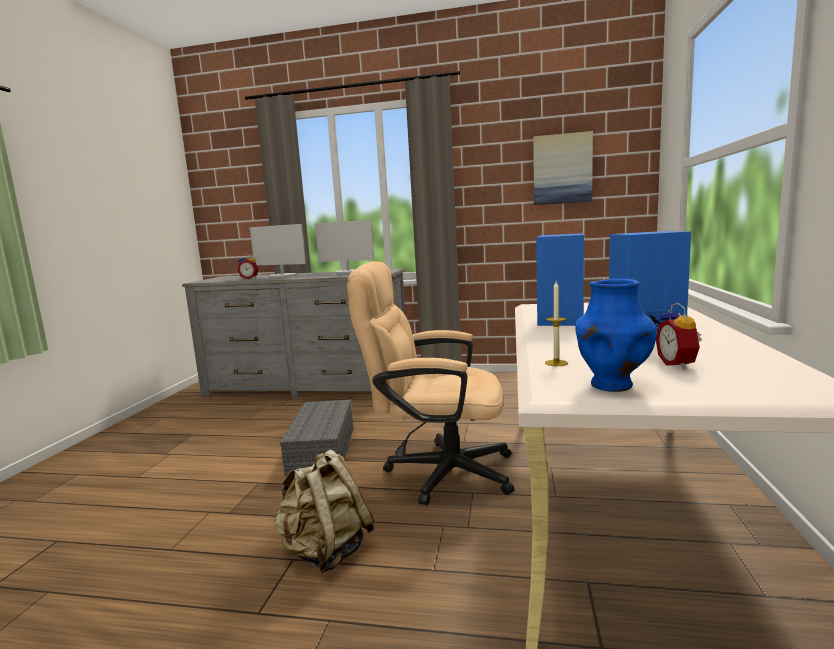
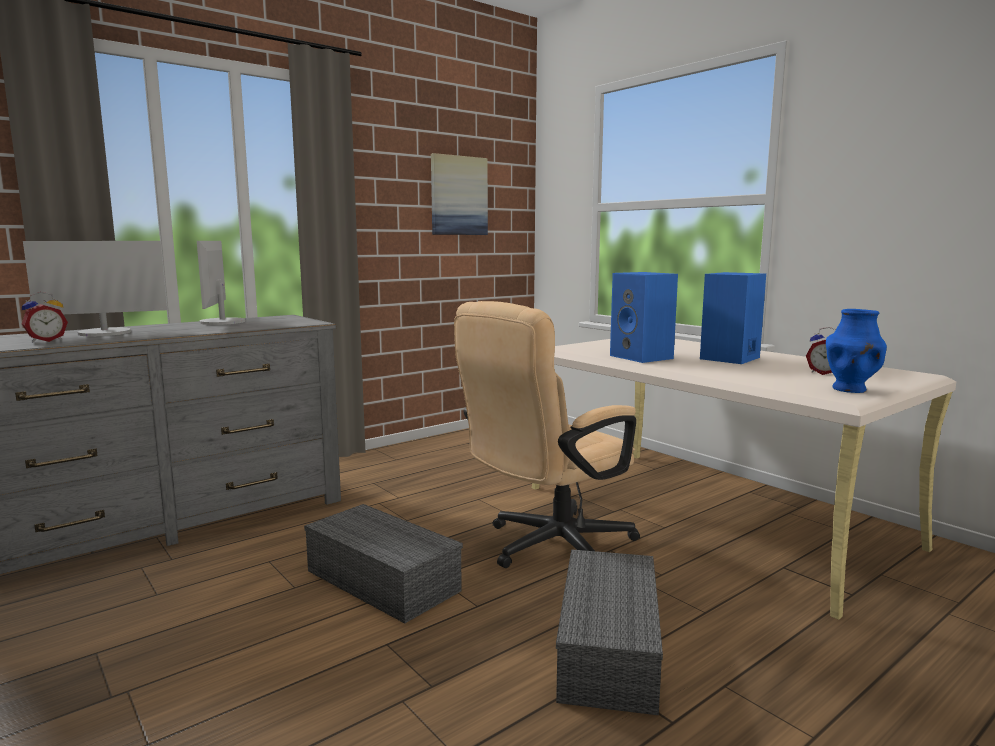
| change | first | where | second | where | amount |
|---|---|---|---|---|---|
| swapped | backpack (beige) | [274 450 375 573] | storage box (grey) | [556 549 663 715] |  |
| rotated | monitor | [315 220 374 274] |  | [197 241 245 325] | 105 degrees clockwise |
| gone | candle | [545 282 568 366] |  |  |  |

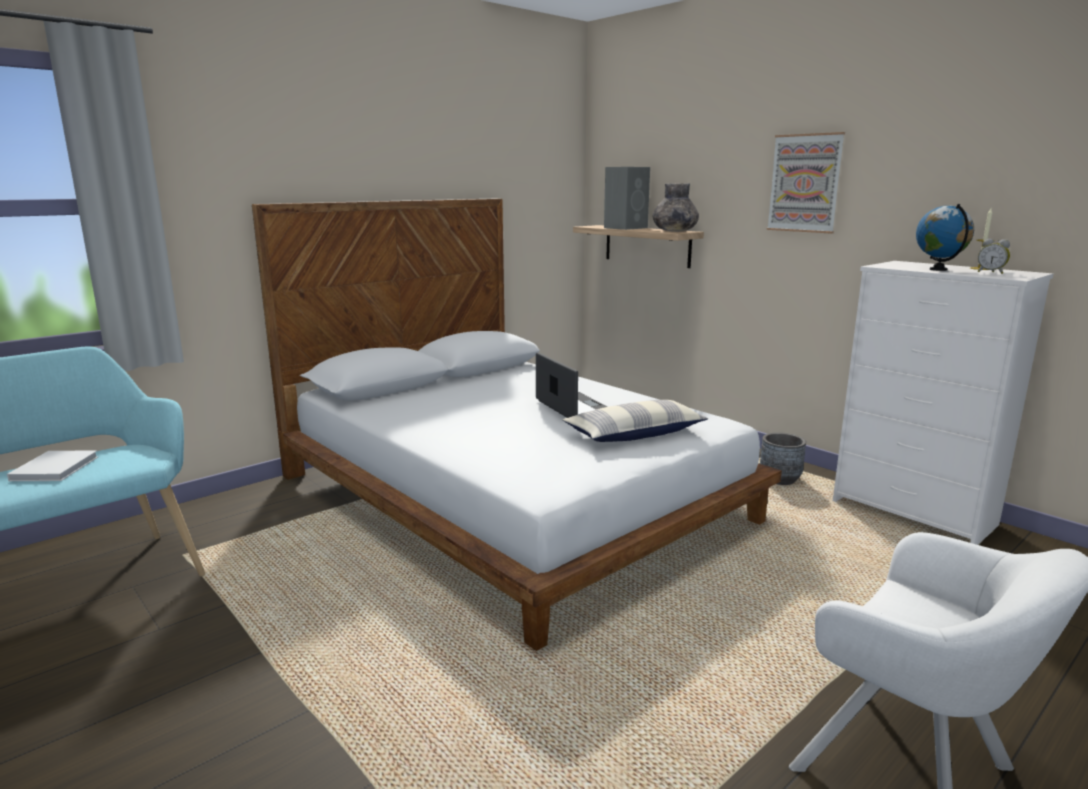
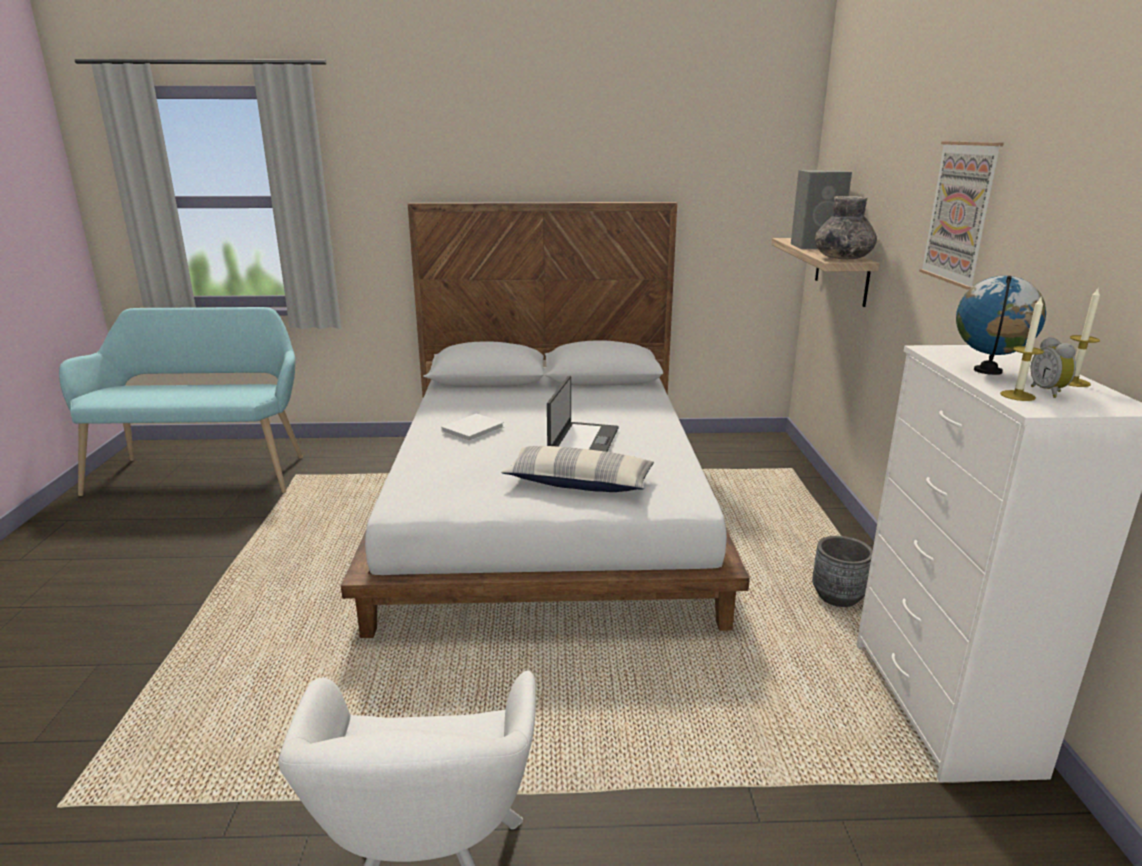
| change | first | where | second | where | amount |
|---|---|---|---|---|---|
| shifted | book (white) | [7 451 98 481] |  | [441 414 504 442] |  |
| new |  |  | candle | [1000 297 1044 401] |  |

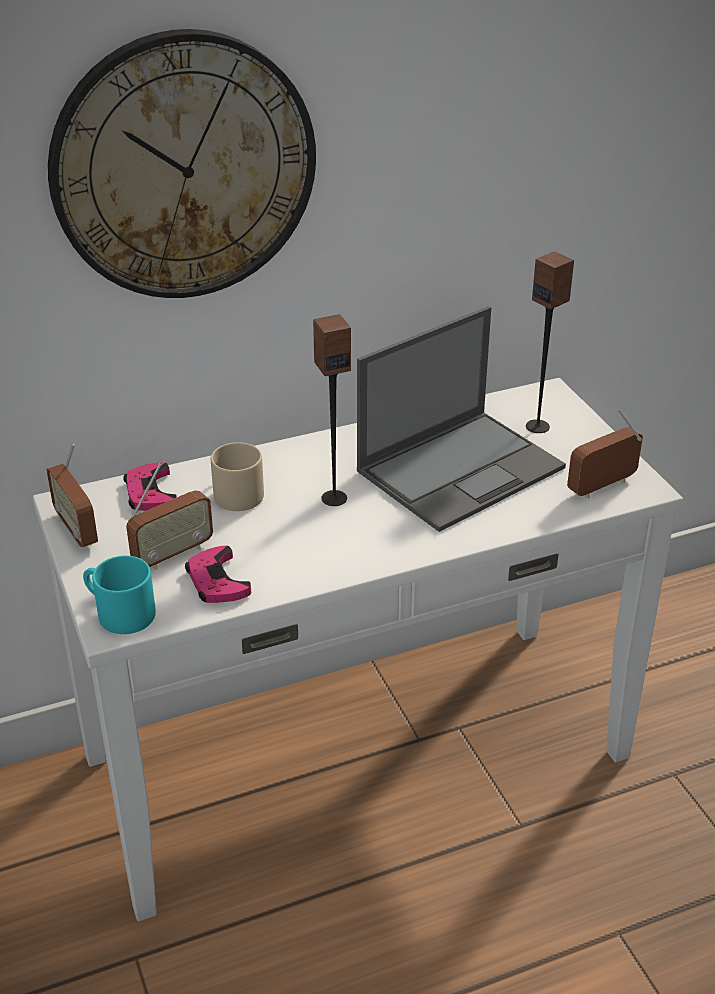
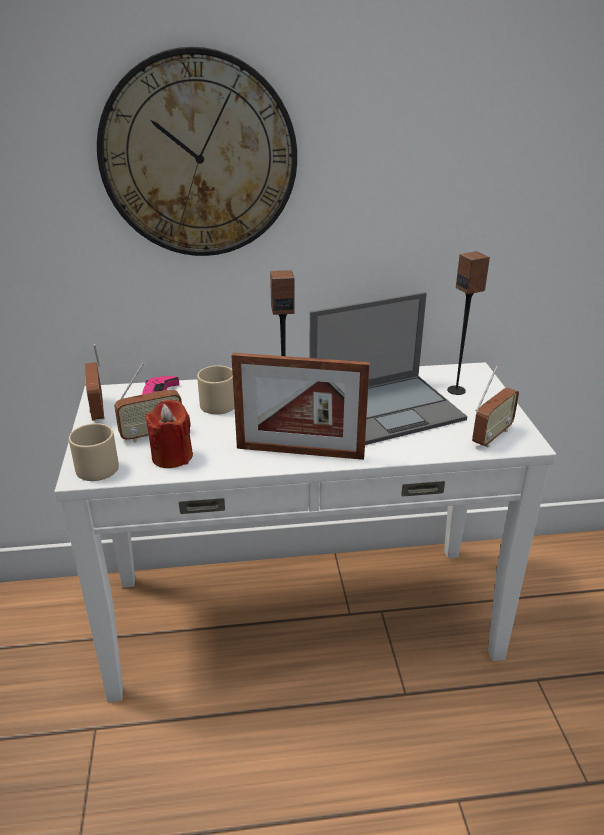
| change | first | where | second | where | amount |
|---|---|---|---|---|---|
| repainted | mug (turquoise) | [83 556 156 634] | mug (beige) | [69 423 119 481] |  |
| swapped | game controller (pink) | [185 546 251 603] | candle (red) | [145 399 193 468] |  |
| rotated | radio | [567 409 643 499] |  | [472 365 519 447] | 150 degrees clockwise |
| new |  |  | picture frame | [231 353 370 460] |  |

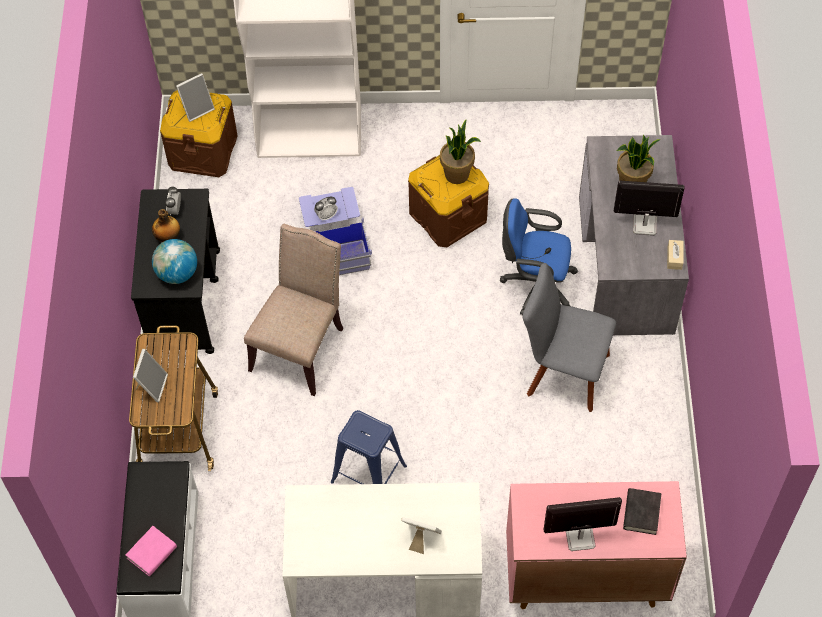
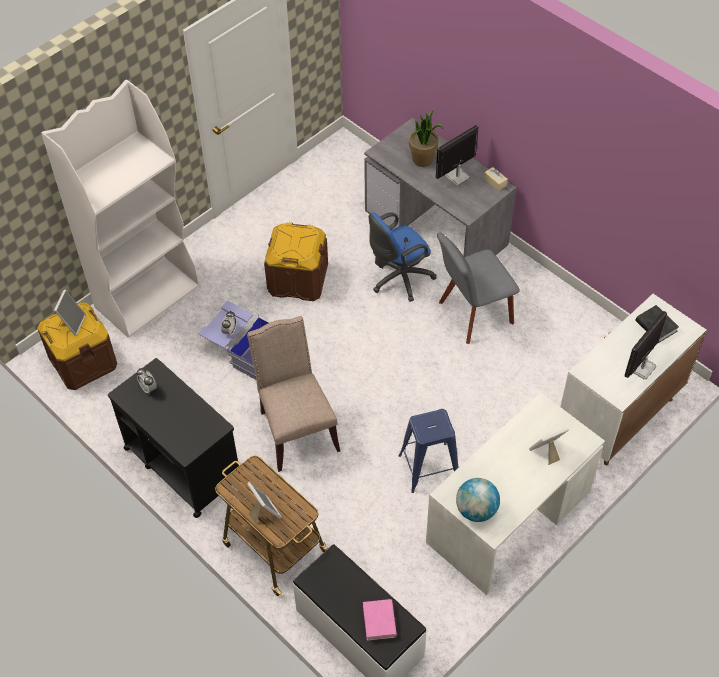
| change | first | where | second | where | amount |
|---|---|---|---|---|---|
| gone | bottle | [152 209 180 242] |  |  |  |
| shifted | globe | [152 239 197 284] |  | [456 478 500 522] |  |
| gone | potted plant | [440 119 481 184] |  |  |  |
| repainted | cabinet (pink) | [506 481 687 609] | cabinet (white) | [560 294 707 465] |  |

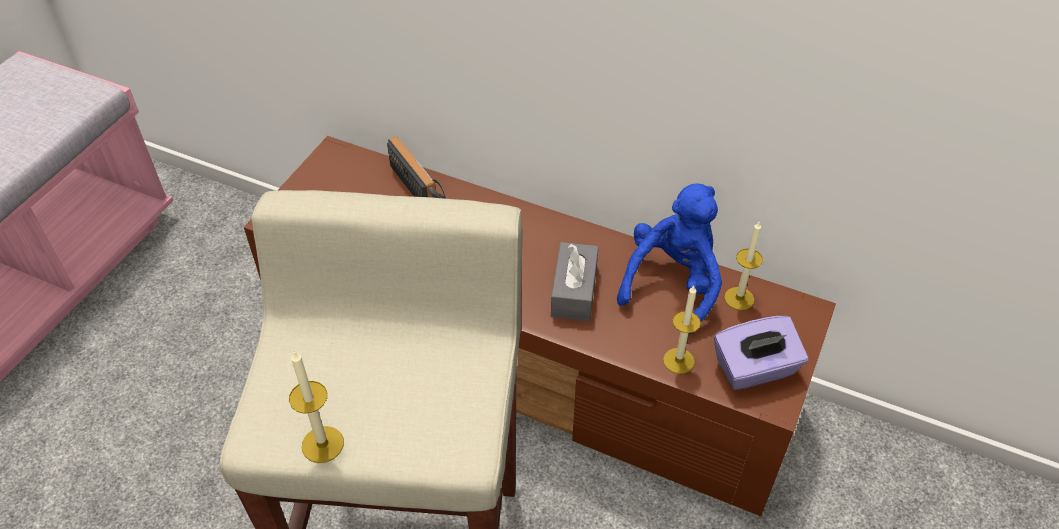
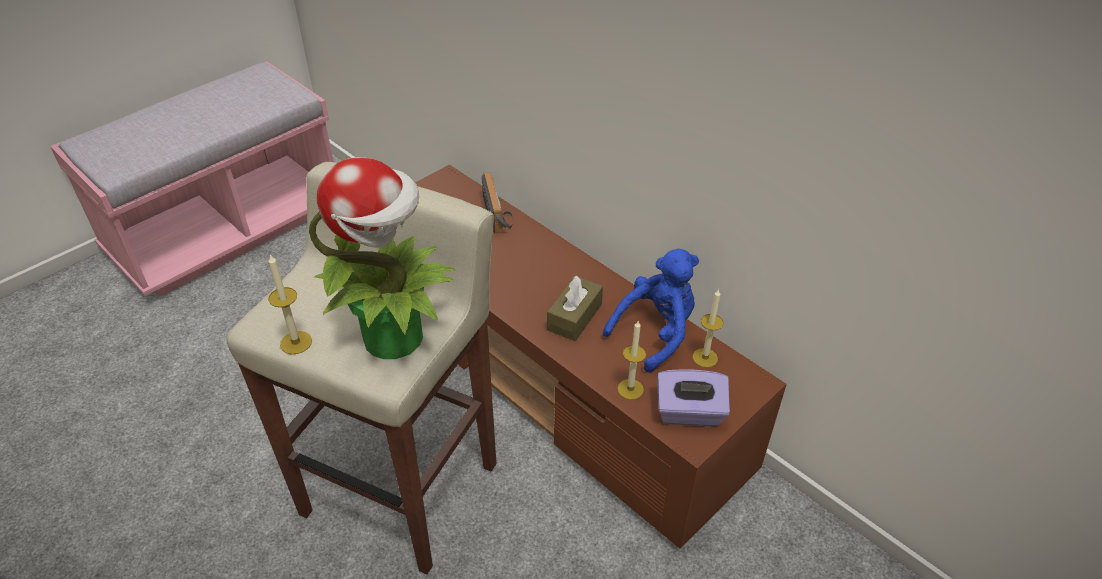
| change | first | where | second | where | amount |
|---|---|---|---|---|---|
| repainted | tissue box (grey) | [551 242 599 321] | tissue box (brown) | [547 276 603 341] |  |
| new |  |  | potted plant | [309 157 455 359] |  |

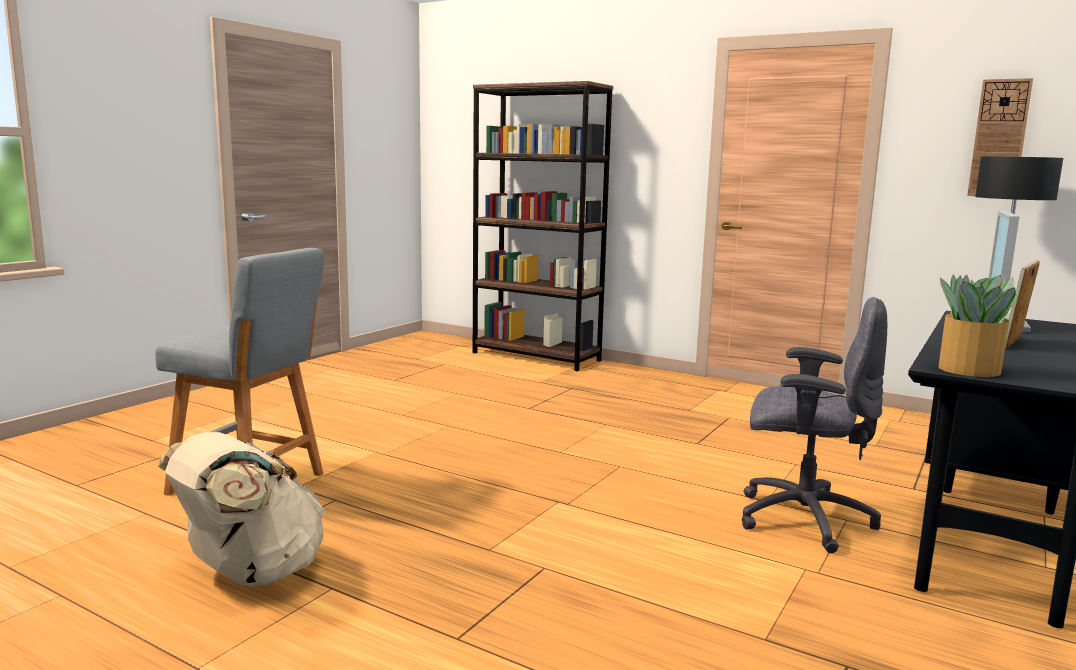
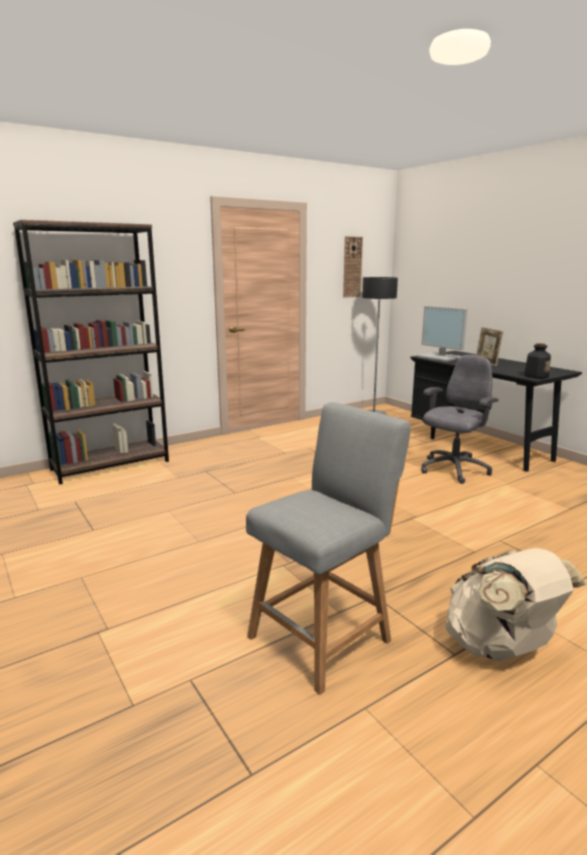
| change | first | where | second | where | amount |
|---|---|---|---|---|---|
| swapped | potted plant | [938 274 1017 377] | bottle | [524 343 551 378] |  |

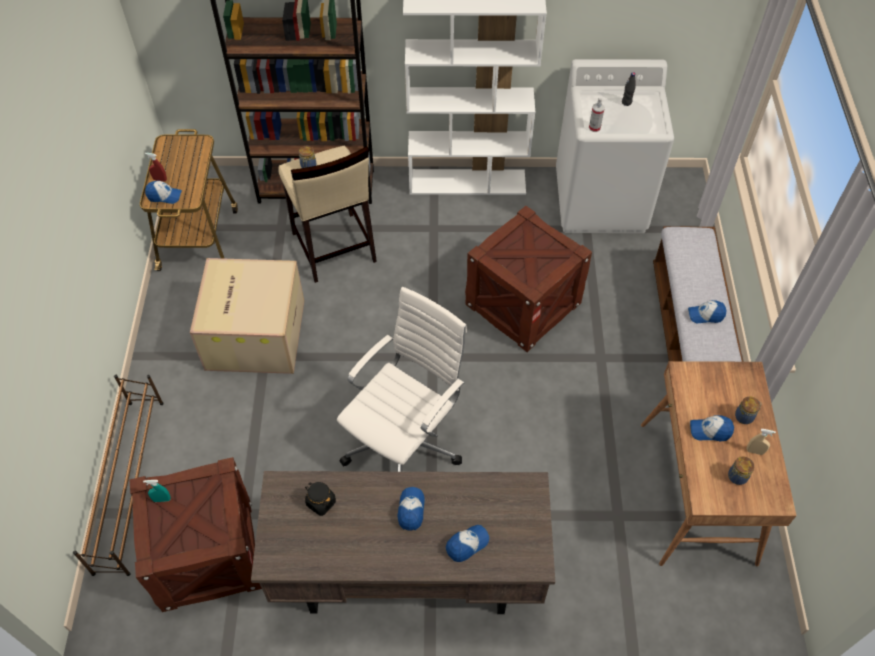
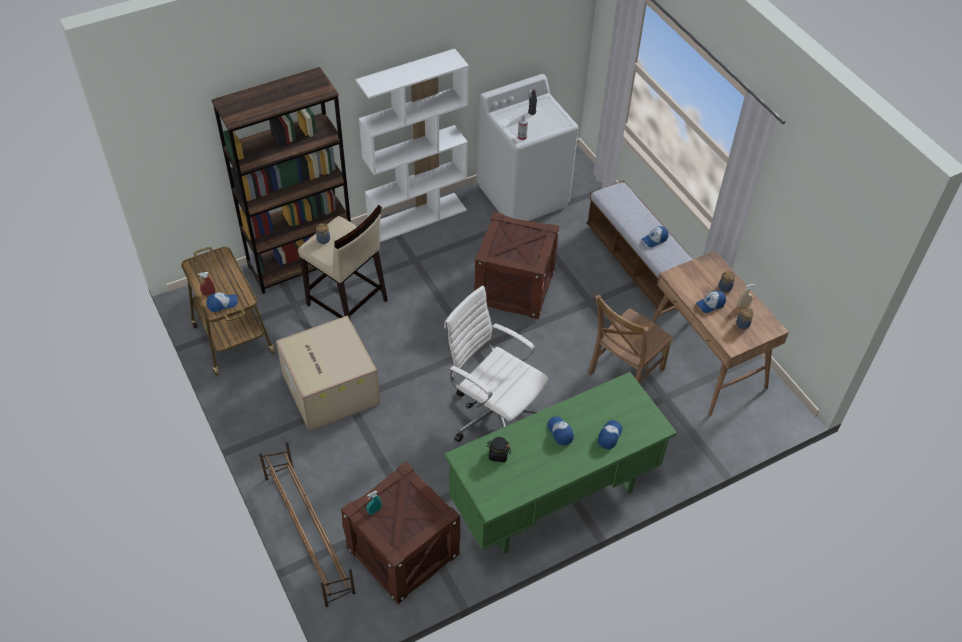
| change | first | where | second | where | amount |
|---|---|---|---|---|---|
| repainted | desk (brown) | [251 471 555 614] | desk (green) | [445 372 677 553] |  |
| rotated | office chair (white) | [337 287 467 472] |  | [444 286 549 442] | 60 degrees counterclockwise |
| new |  |  | chair (brown) | [588 295 674 383] |  |

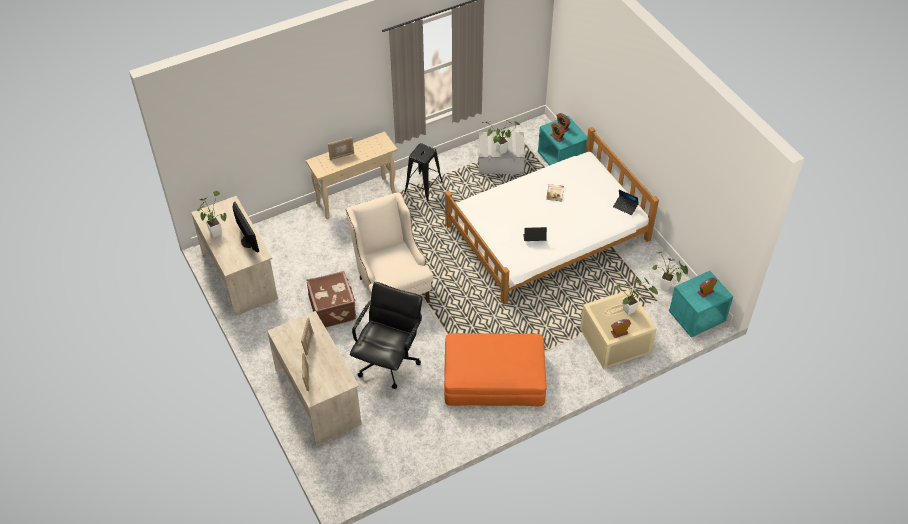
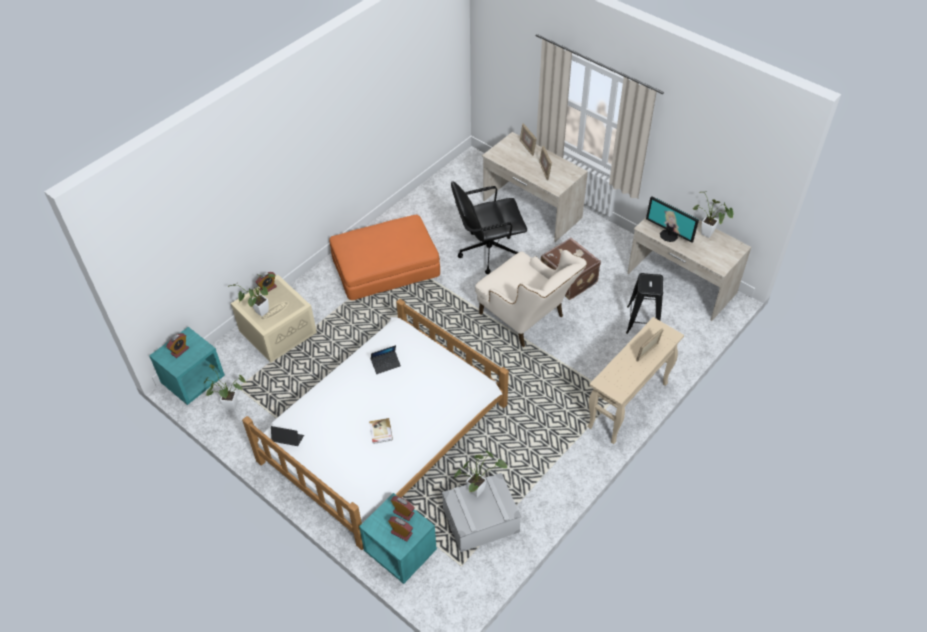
| change | first | where | second | where | amount |
|---|---|---|---|---|---|
| rotated | office chair (black) | [350 282 422 389] |  | [451 181 527 274] | 75 degrees clockwise |
| shifted | stool (black) | [404 143 443 201] |  | [626 273 663 334] |  |

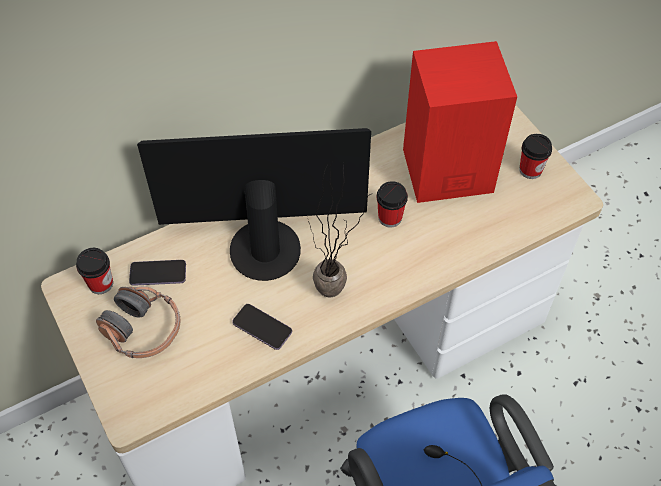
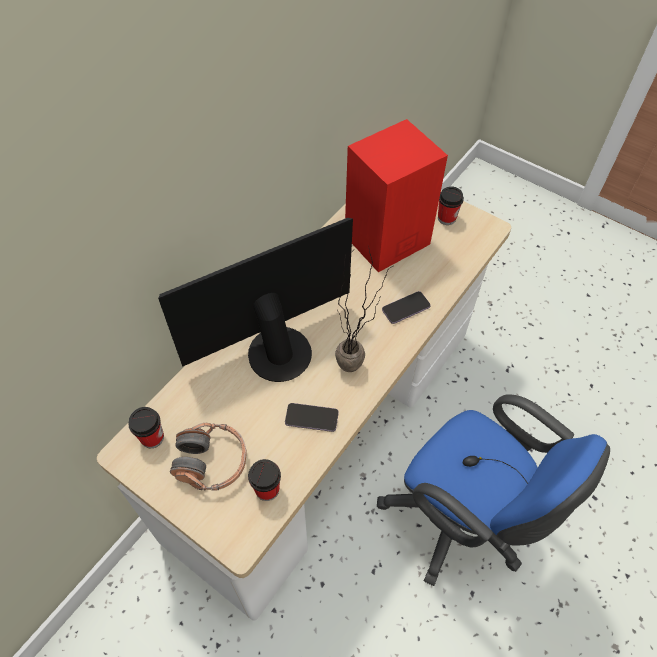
| change | first | where | second | where | amount |
|---|---|---|---|---|---|
| shifted | phone | [129 260 186 286] |  | [382 291 431 324] |  |
| shifted | cup | [376 181 408 228] |  | [248 459 281 501] |  |

